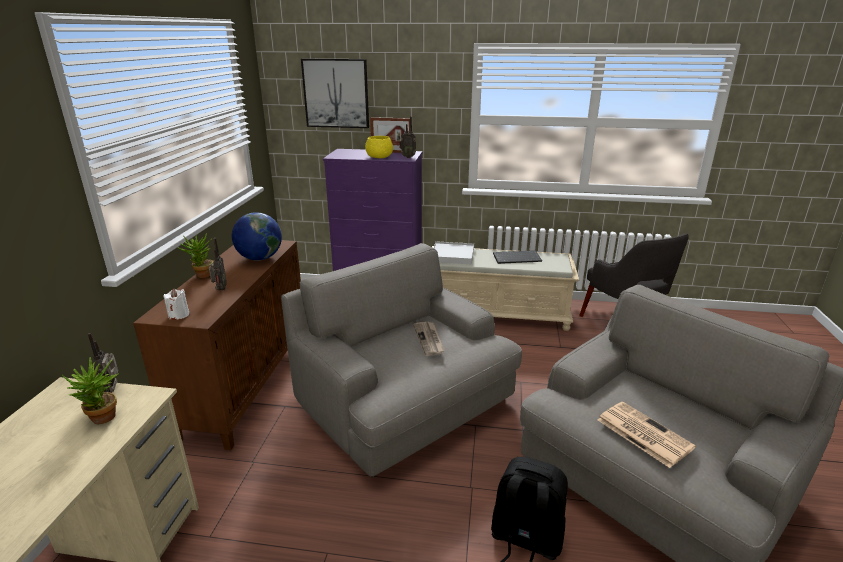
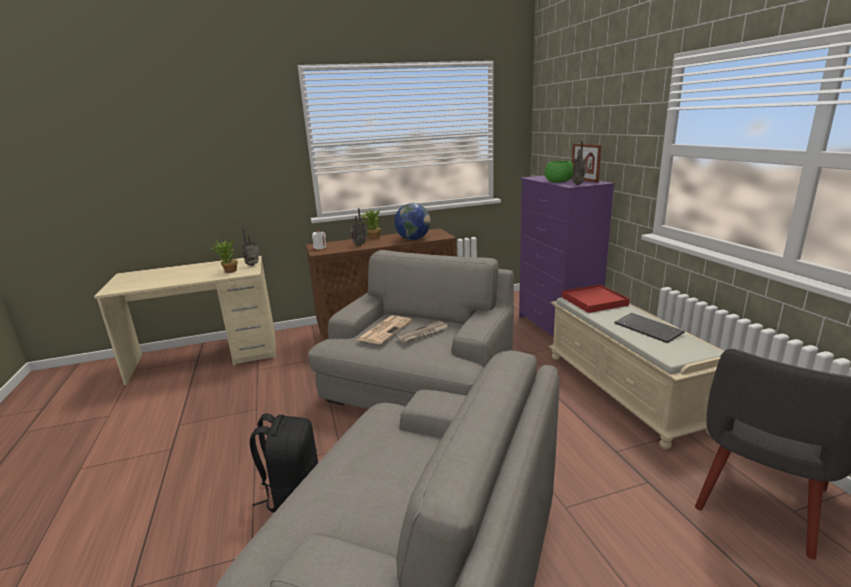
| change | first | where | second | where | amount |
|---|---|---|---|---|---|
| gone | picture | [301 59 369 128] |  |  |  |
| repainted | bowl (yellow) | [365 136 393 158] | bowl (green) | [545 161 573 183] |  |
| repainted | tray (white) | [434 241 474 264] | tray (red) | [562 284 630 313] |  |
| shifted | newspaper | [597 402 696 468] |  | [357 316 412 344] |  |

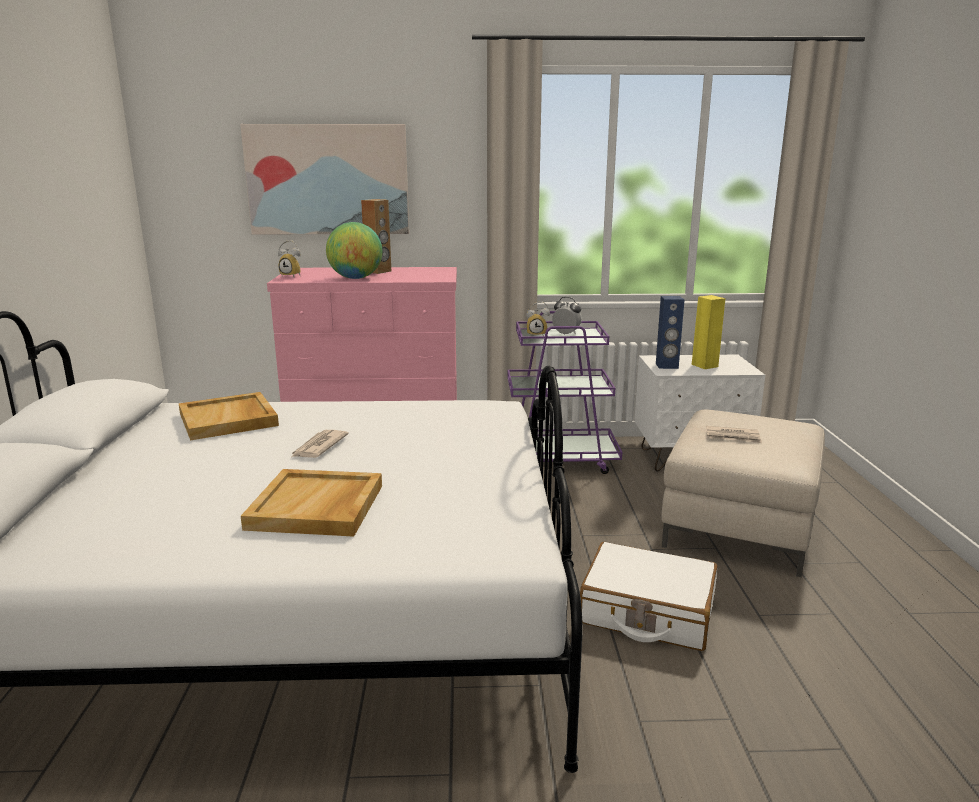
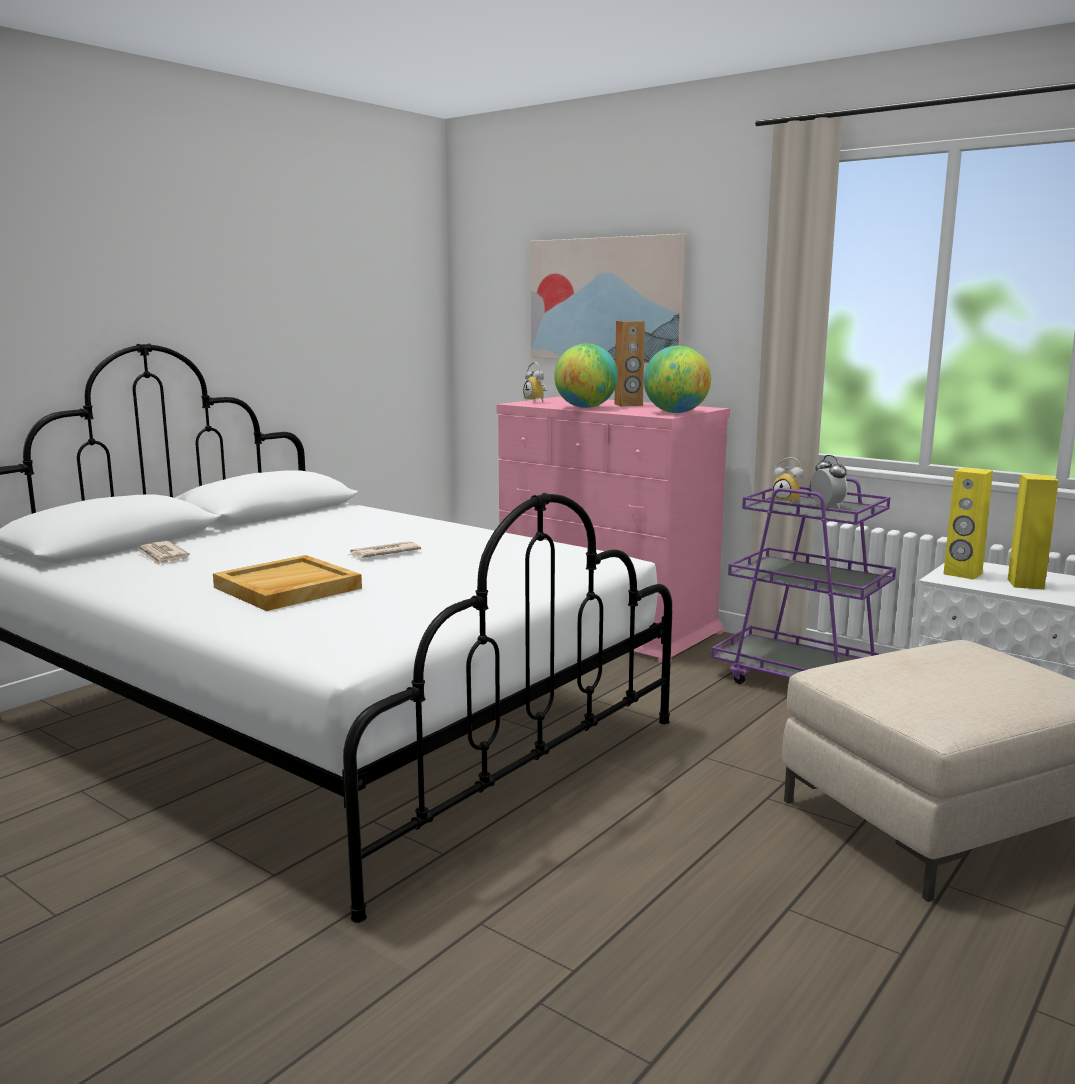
| change | first | where | second | where | amount |
|---|---|---|---|---|---|
| gone | tray (beige) | [179 392 279 441] |  |  |  |
| gone | suitcase (white) | [580 542 717 651] |  |  |  |
| repainted | speaker (blue) | [656 296 685 369] | speaker (yellow) | [943 467 993 580] |  |
| shifted | newspaper | [706 426 762 443] |  | [136 541 190 565] |  |
| new |  |  | globe | [644 346 711 413] |  |

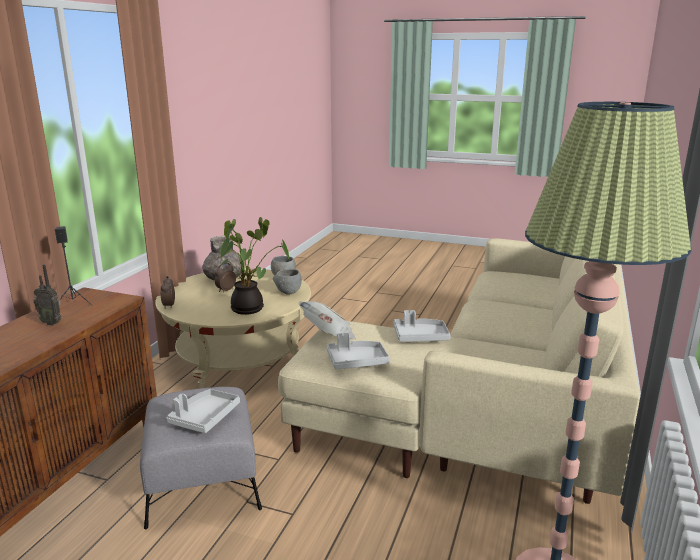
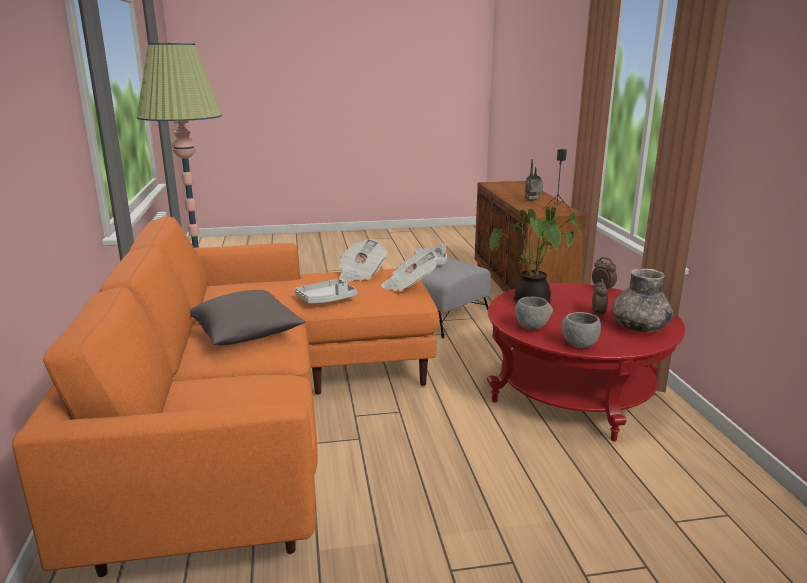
| change | first | where | second | where | amount |
|---|---|---|---|---|---|
| repainted | coffee table (beige) | [156 268 311 389] | coffee table (red) | [487 283 685 441] |  |
| repainted | sofa (beige) | [278 238 640 504] | sofa (orange) | [12 216 439 577] |  |
| swapped | tray (grey) | [326 333 390 369] | newspaper | [338 239 388 282] |  |
| new |  |  | pillow (grey) | [190 290 305 346] |  |

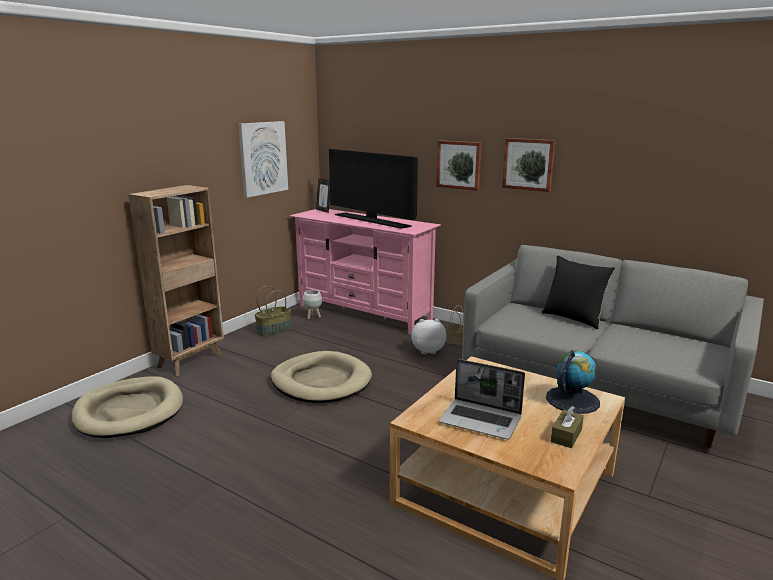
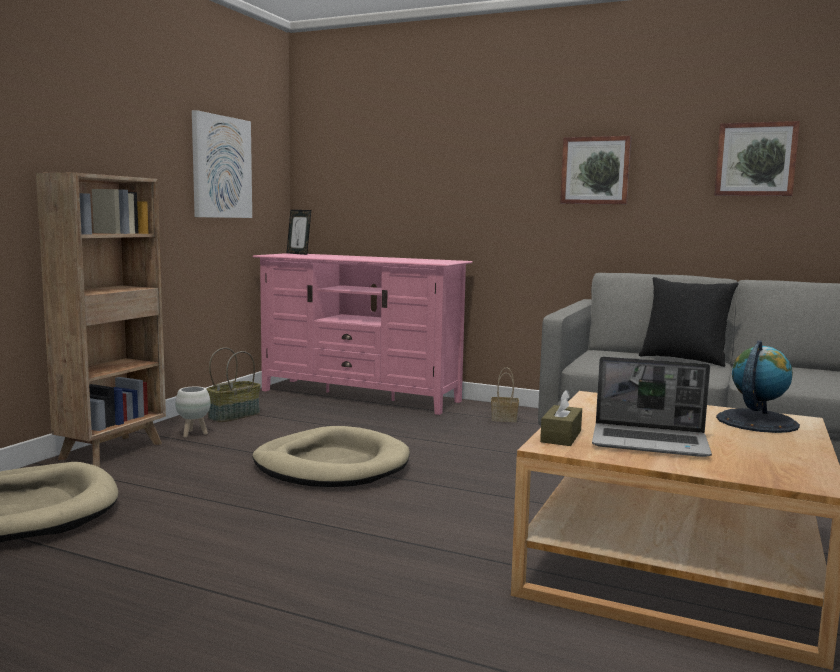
| change | first | where | second | where | amount |
|---|---|---|---|---|---|
| shifted | planter (white) | [303 290 322 319] |  | [175 386 210 438] |  |
| gone | television | [329 149 418 229] |  |  |  |
| gone | plush toy | [412 319 446 354] |  |  |  |
| shifted | picture | [436 140 482 191] |  | [714 121 800 196] |  |
| shifted | tissue box (brown) | [551 406 584 448] |  | [540 390 582 446] |  |

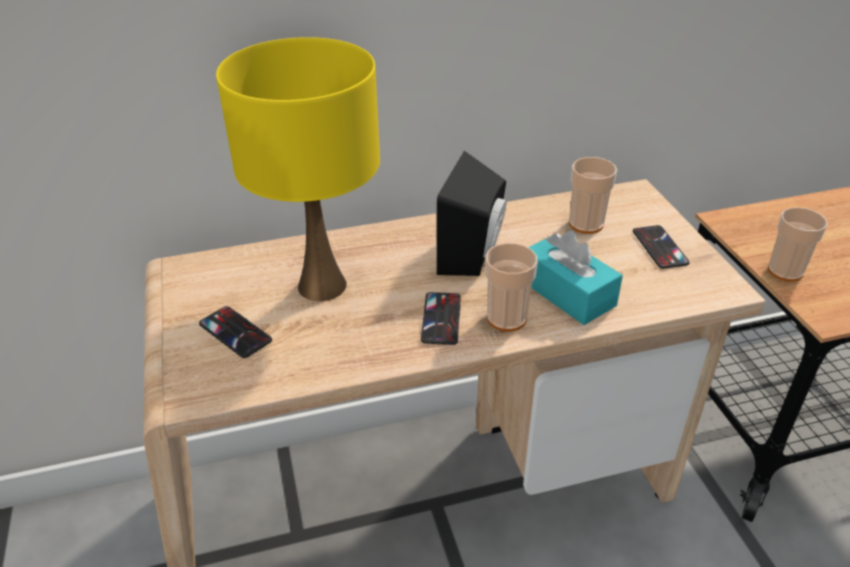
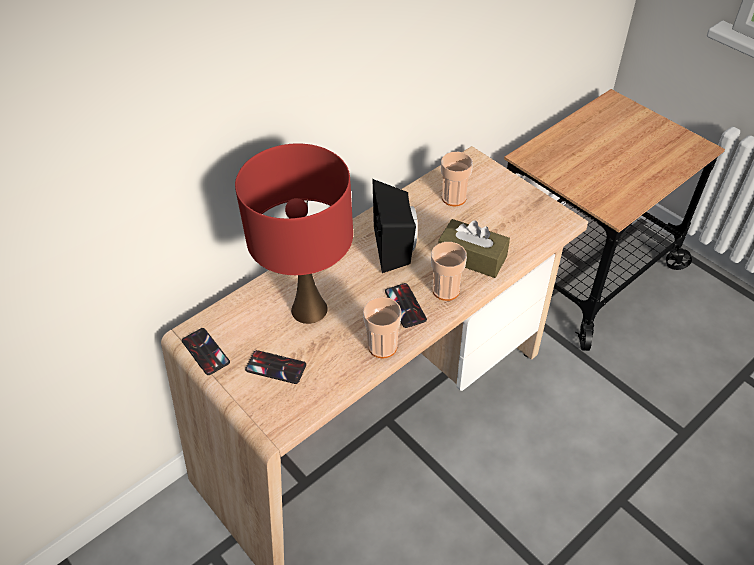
| change | first | where | second | where | amount |
|---|---|---|---|---|---|
| repainted | table lamp (yellow) | [216 37 380 301] | table lamp (red) | [235 143 353 324] |  |
| repainted | tissue box (turquoise) | [528 230 623 325] | tissue box (brown) | [438 219 510 278] |  |
| shifted | phone | [633 225 690 269] |  | [182 328 230 375] |  |
| shifted | cup | [768 207 828 282] |  | [363 297 402 359] |  |

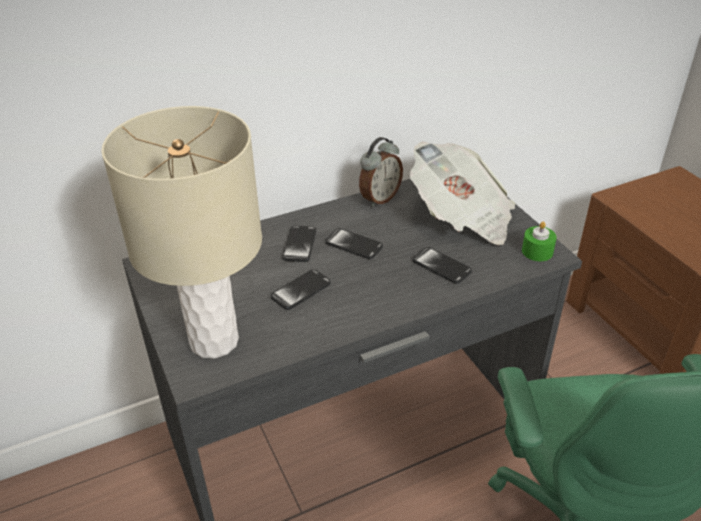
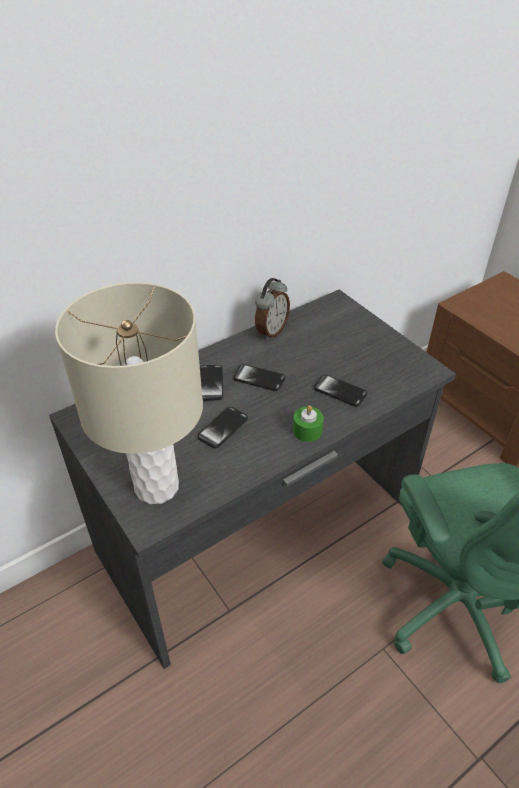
| change | first | where | second | where | amount |
|---|---|---|---|---|---|
| gone | newspaper | [410 142 516 245] |  |  |  |
| shifted | candle (green) | [522 221 557 261] |  | [293 405 324 442] |  |

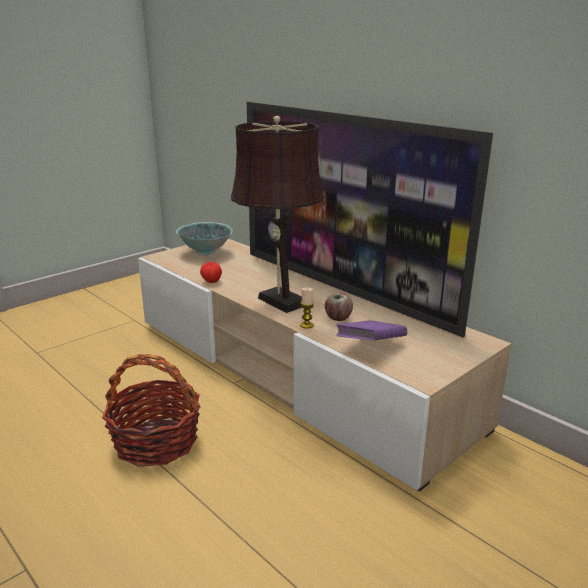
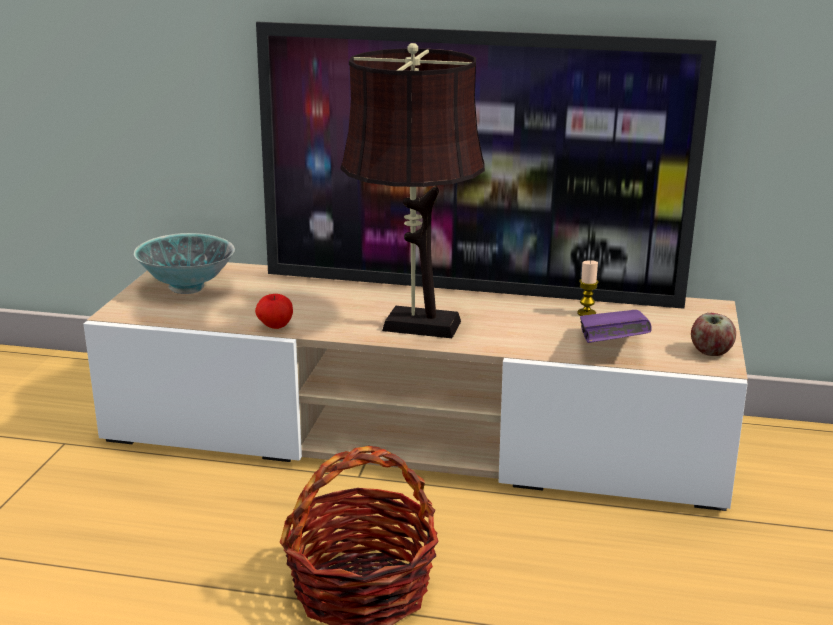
| change | first | where | second | where | amount |
|---|---|---|---|---|---|
| shifted | candle | [300 288 314 328] |  | [577 260 599 316] |  |
| shifted | apple | [325 293 353 321] |  | [691 313 736 356] |  |

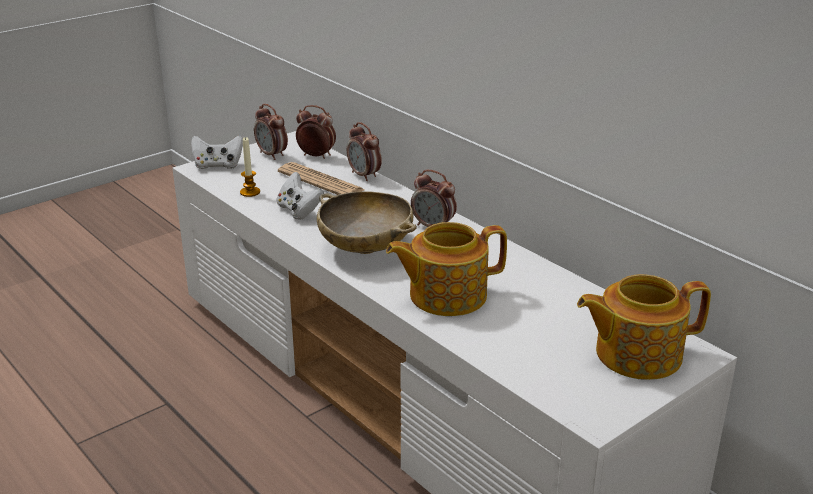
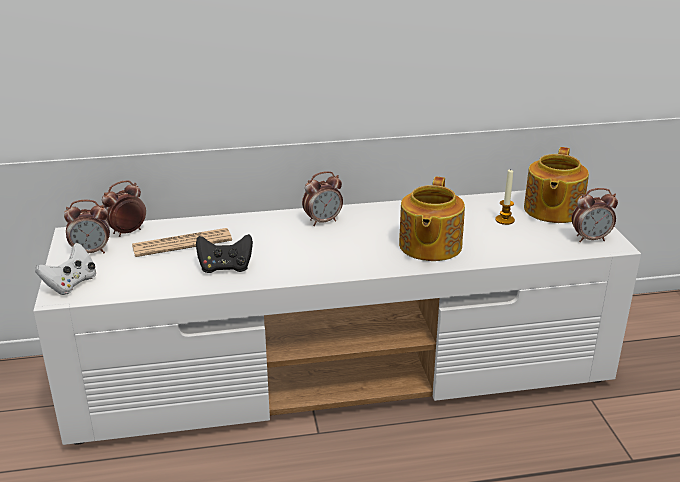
| change | first | where | second | where | amount |
|---|---|---|---|---|---|
| shifted | candle | [240 137 260 197] |  | [496 170 515 225] |  |
| repainted | game controller (white) | [277 172 324 220] | game controller (black) | [196 234 253 273] |  |
| gone | bowl (beige) | [317 191 417 254] |  |  |  |
| shifted | alarm clock | [347 122 382 181] |  | [572 188 618 242] |  |

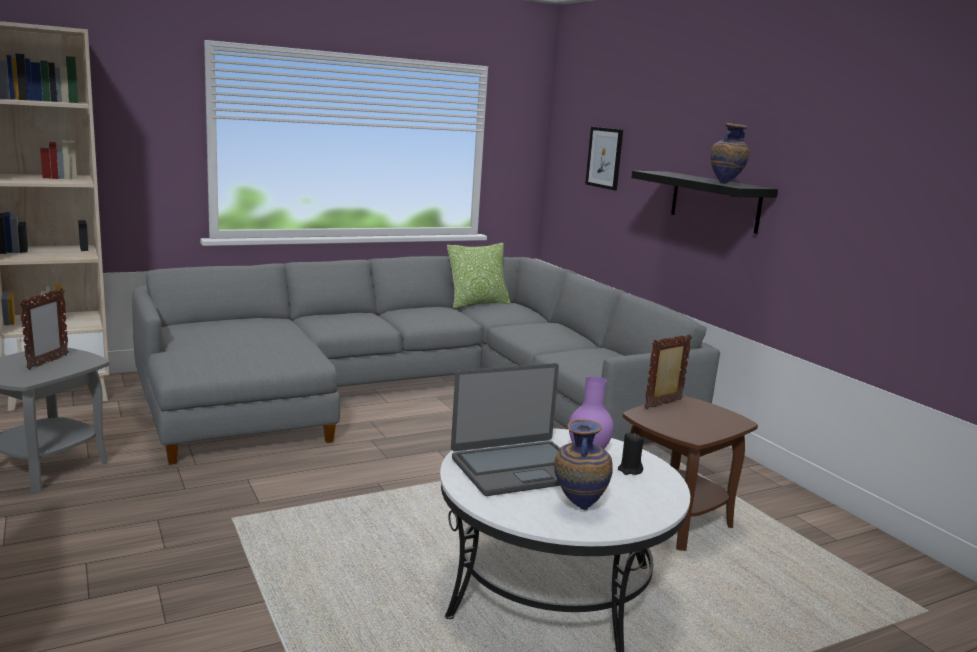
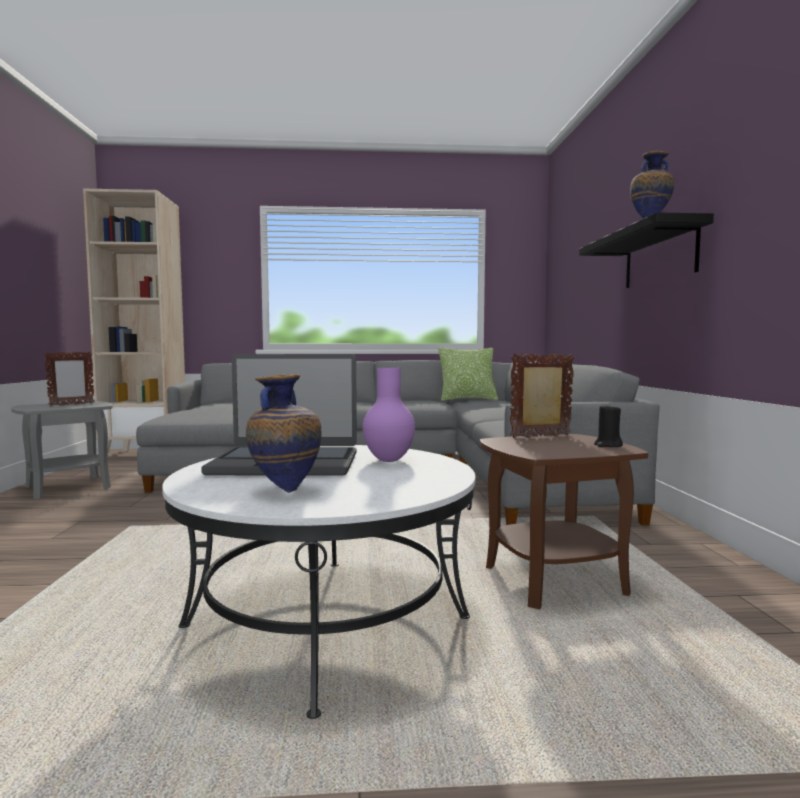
| change | first | where | second | where | amount |
|---|---|---|---|---|---|
| gone | picture | [585 127 623 190] |  |  |  |
| shifted | candle (black) | [618 433 644 475] |  | [594 403 623 447] |  |

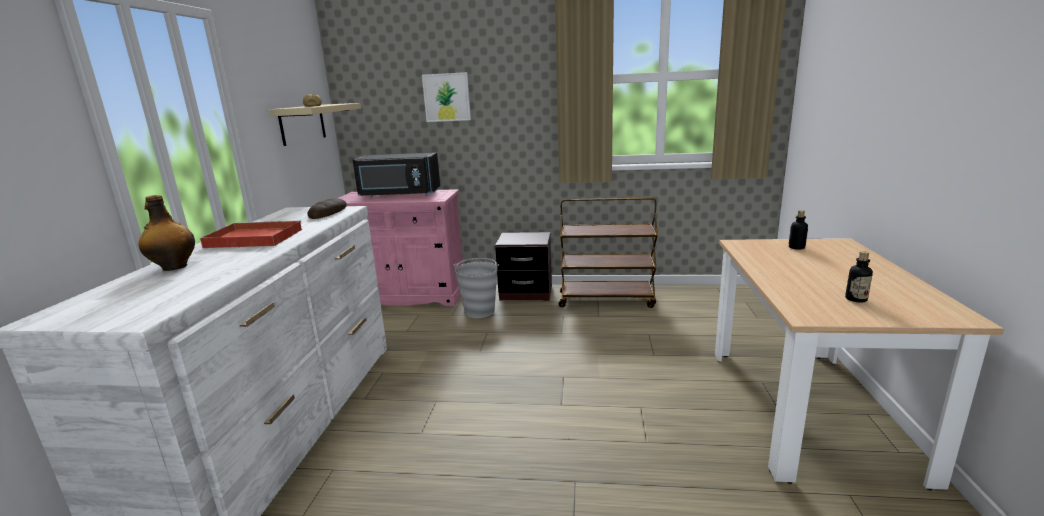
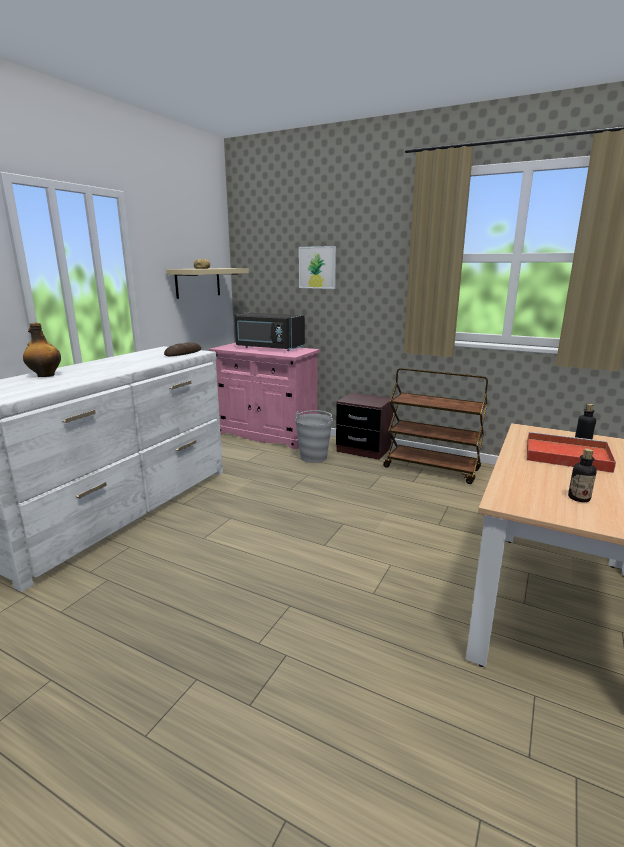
| change | first | where | second | where | amount |
|---|---|---|---|---|---|
| shifted | tray (red) | [200 220 302 248] |  | [527 432 616 473] |  |

